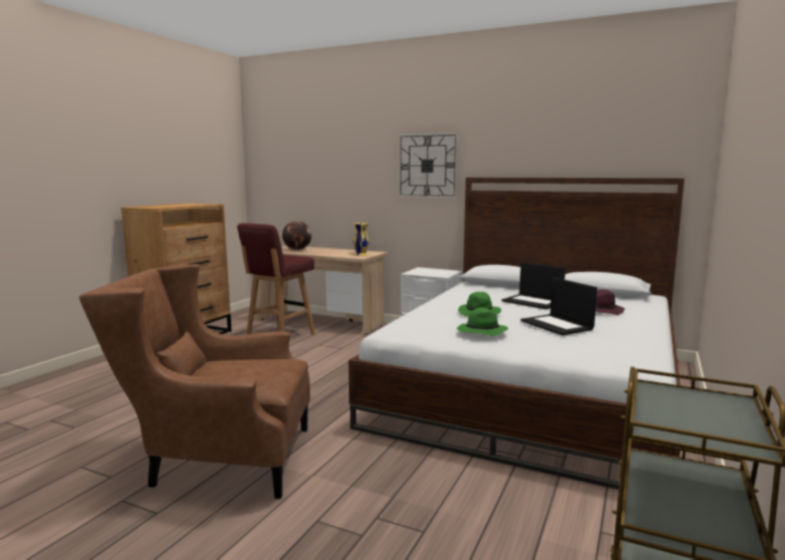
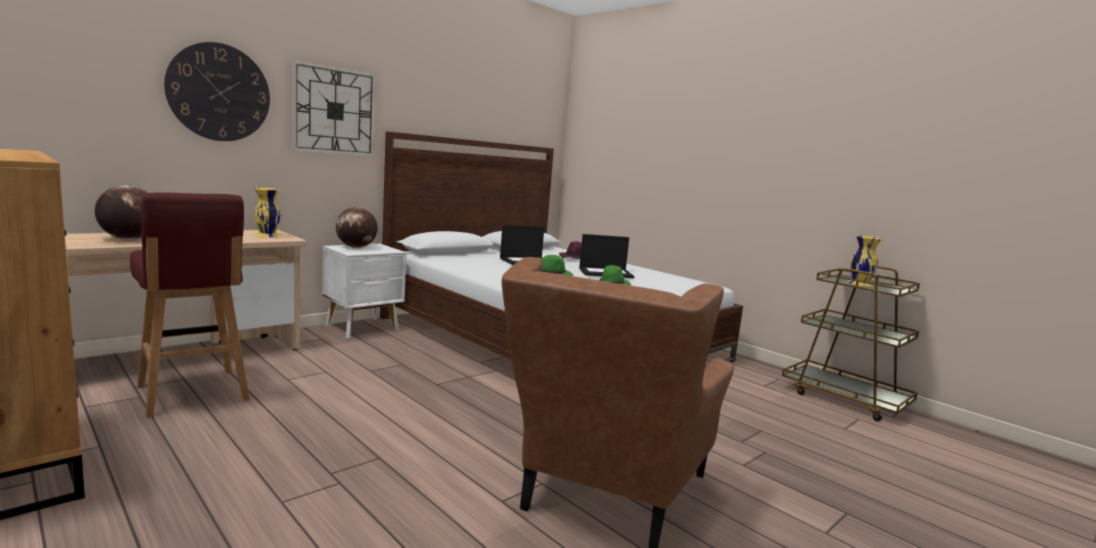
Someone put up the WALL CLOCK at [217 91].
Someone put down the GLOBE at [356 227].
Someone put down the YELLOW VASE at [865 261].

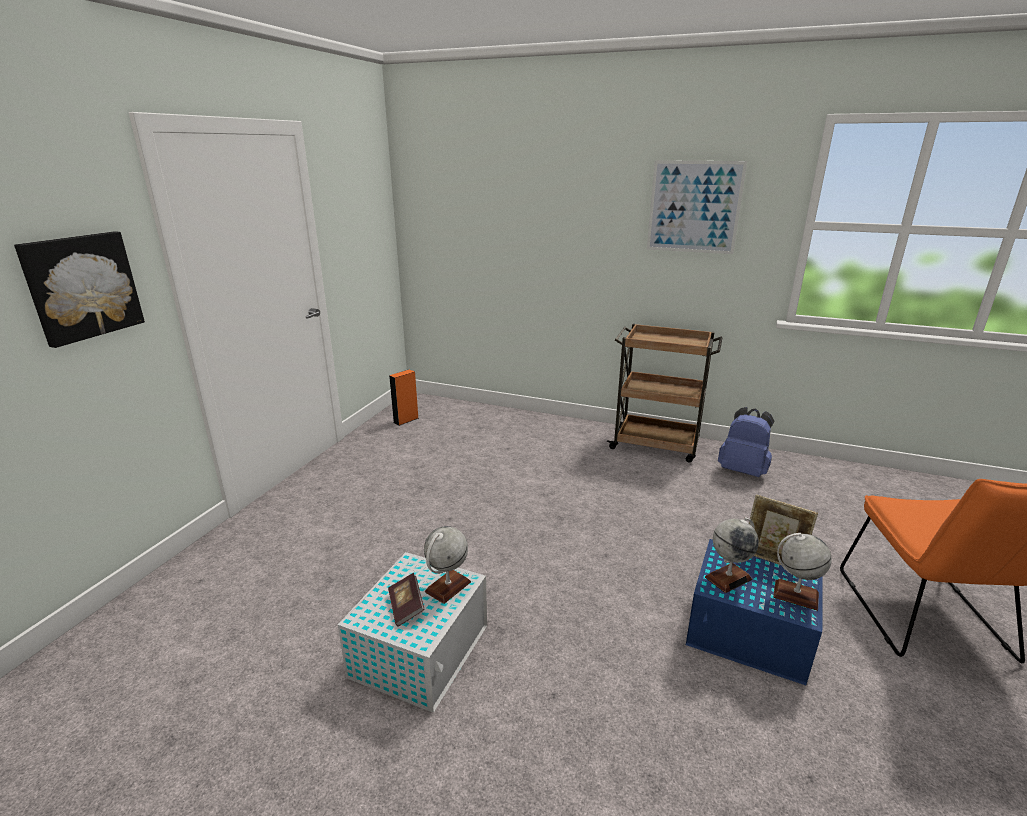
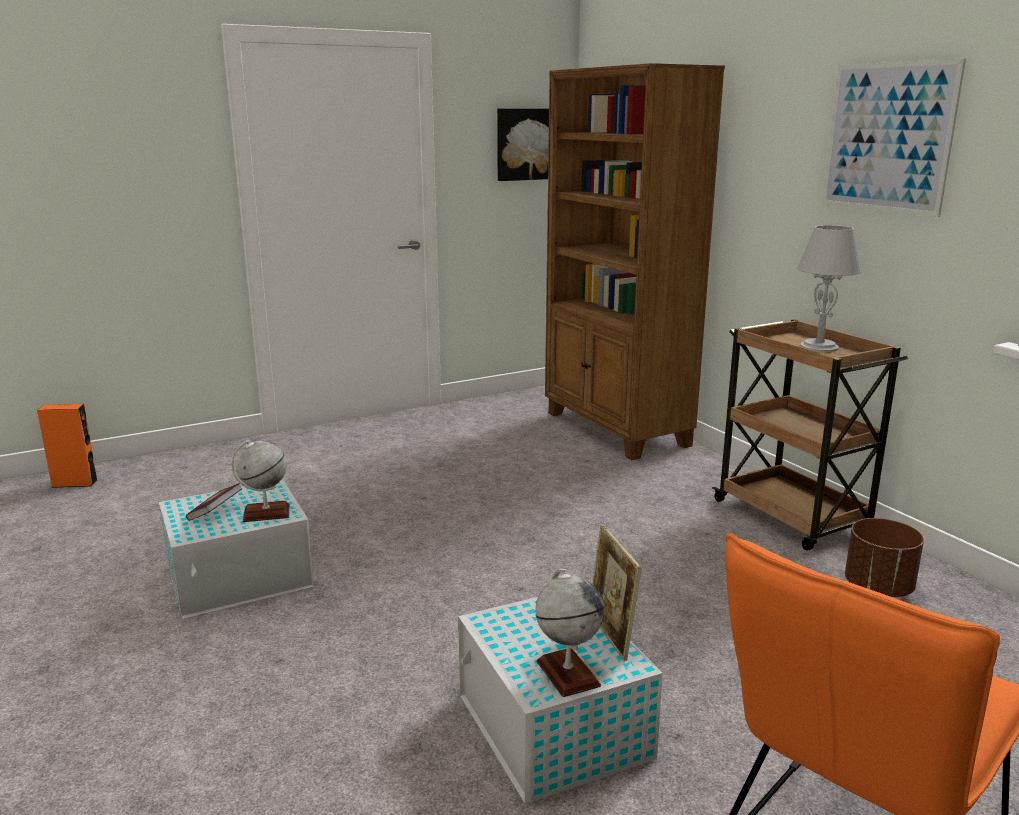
Someone carried the ORANGE SPEAKER from [404 397] to [67 446].
Someone repainted the BLUE STORAGE BOX at [754 612], which became the WHITE STORAGE BOX at [560 700].
Someone carried the PICTURE from [79 289] to [523 145].
Someone put down the BROWN BOOKCASE at [635 261].
Someone put down the GREY TABLE LAMP at [829 288].
Someone swapped the BLUE BACKPACK at [746 442] for the BROWN PLANTER at [884 557].
Someone took away the GLOBE at [732 555].

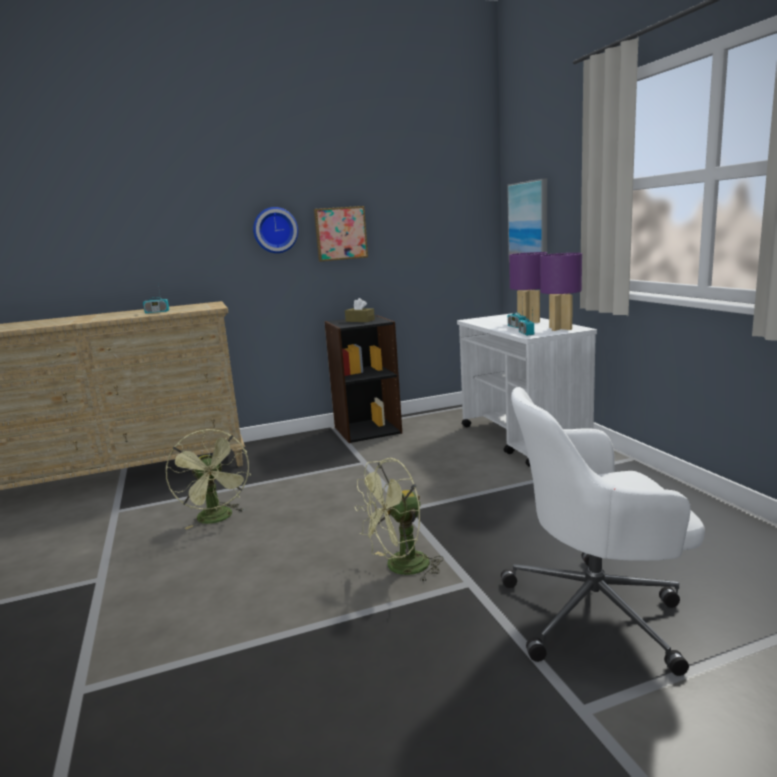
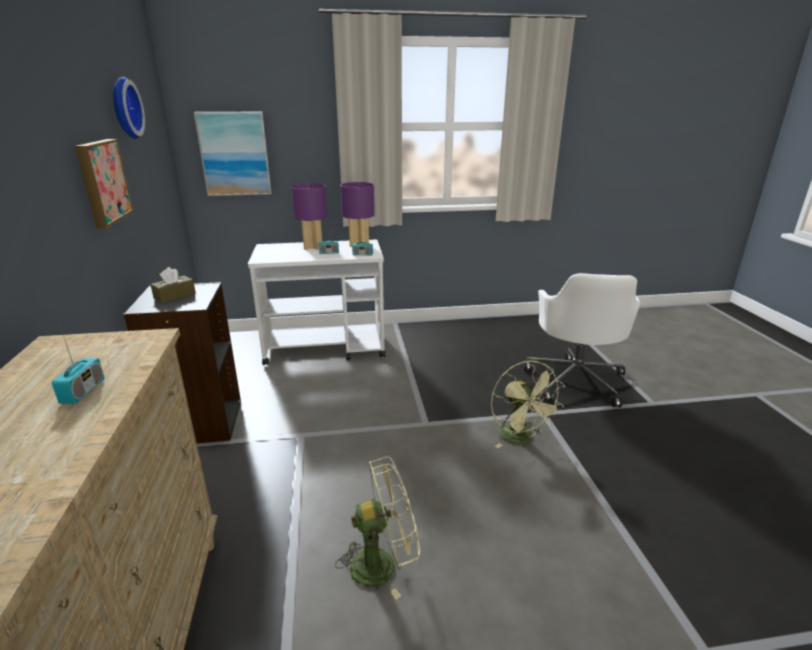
Someone carried the WALL CLOCK from [275 230] to [129 108].

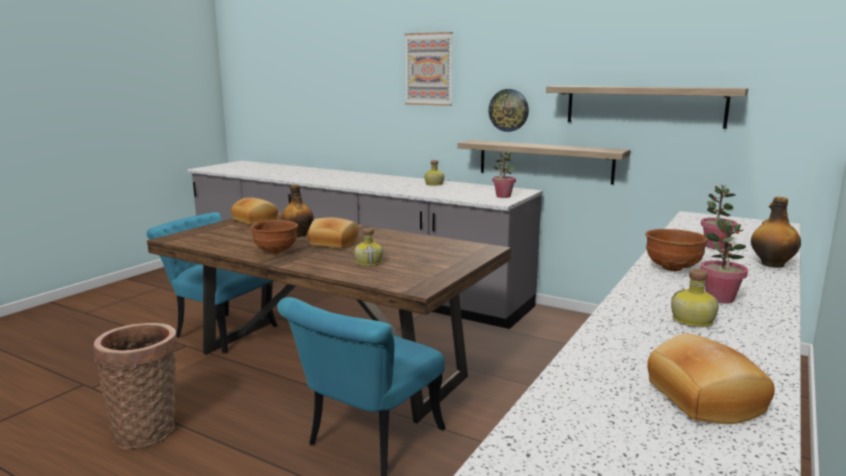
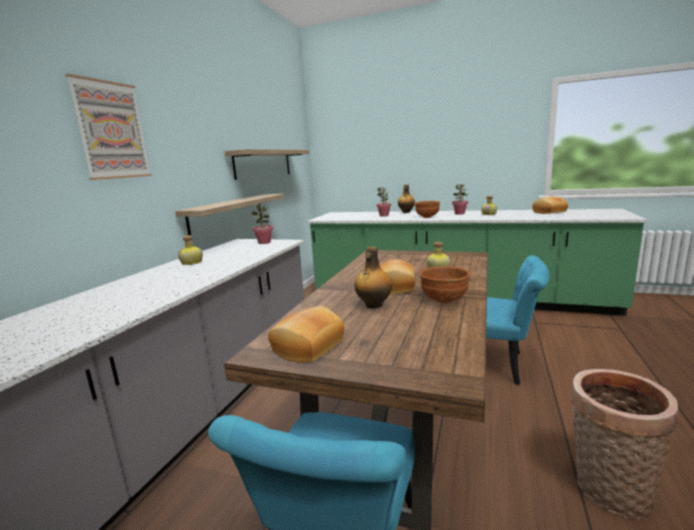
Someone took away the WALL CLOCK at [508 110].

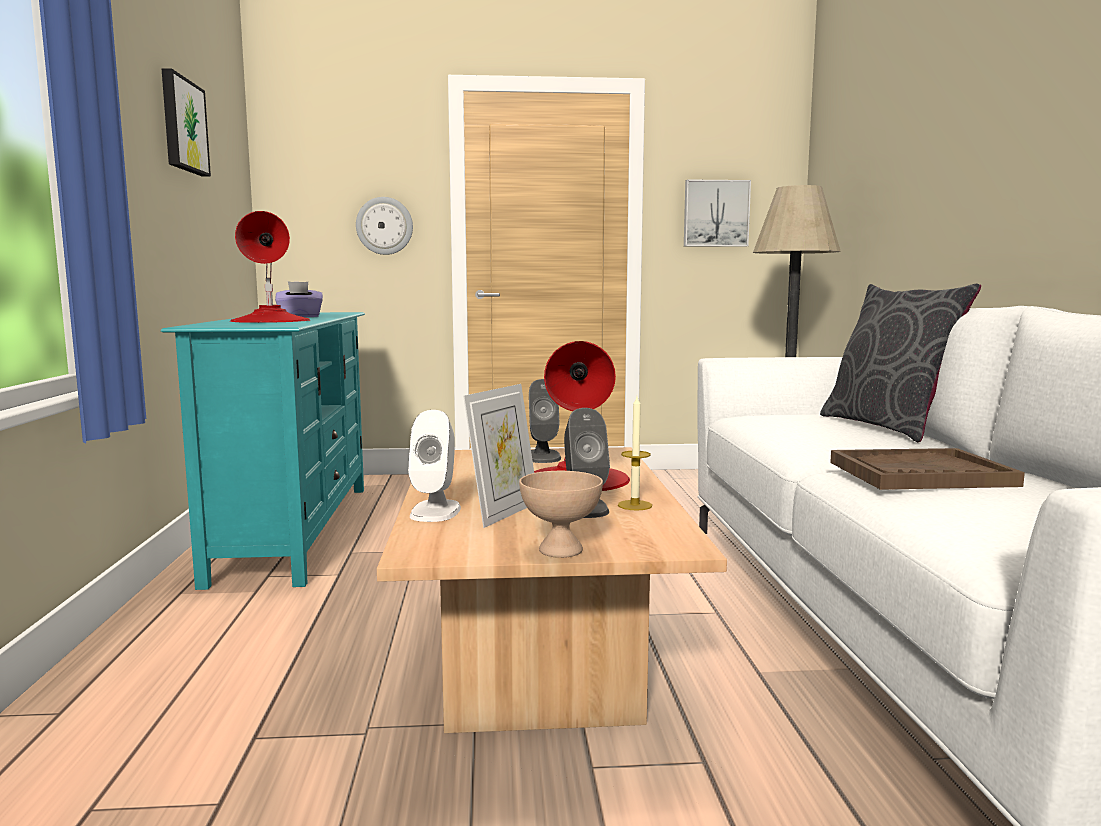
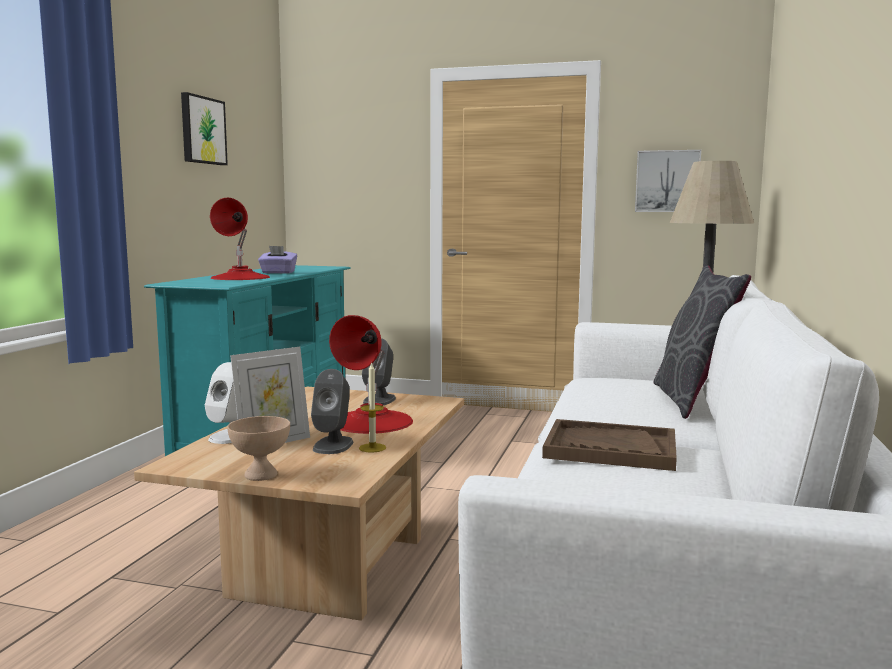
Someone took away the WALL CLOCK at [384 226].

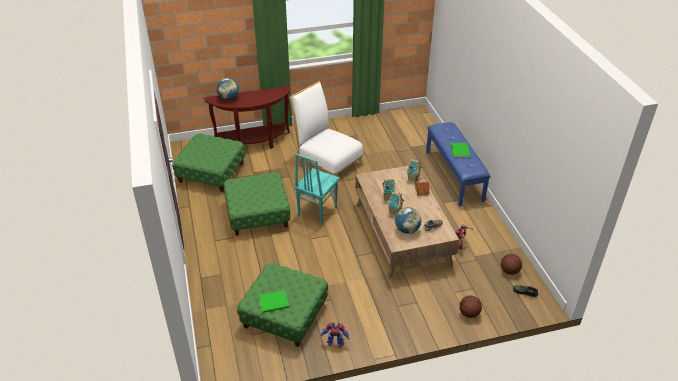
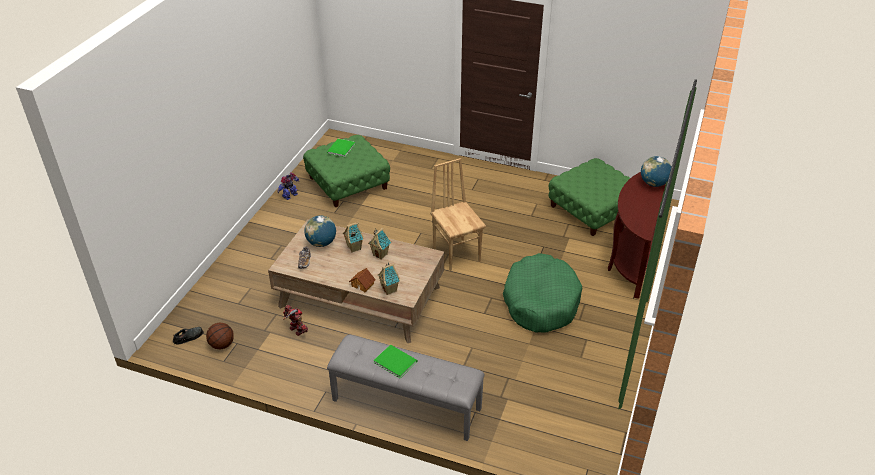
Someone repainted the BLUE BENCH at [458 164], which became the GREY BENCH at [406 388].
Someone repainted the TURQUOISE CHAIR at [317 189], which became the BROWN CHAIR at [458 214].
Someone swapped the WHITE CHAIR at [326 128] for the GREEN DOG BED at [542 293].
Someone took away the GREEN OTTOMAN at [256 204].
Someone took away the BASKETBALL at [470 306].

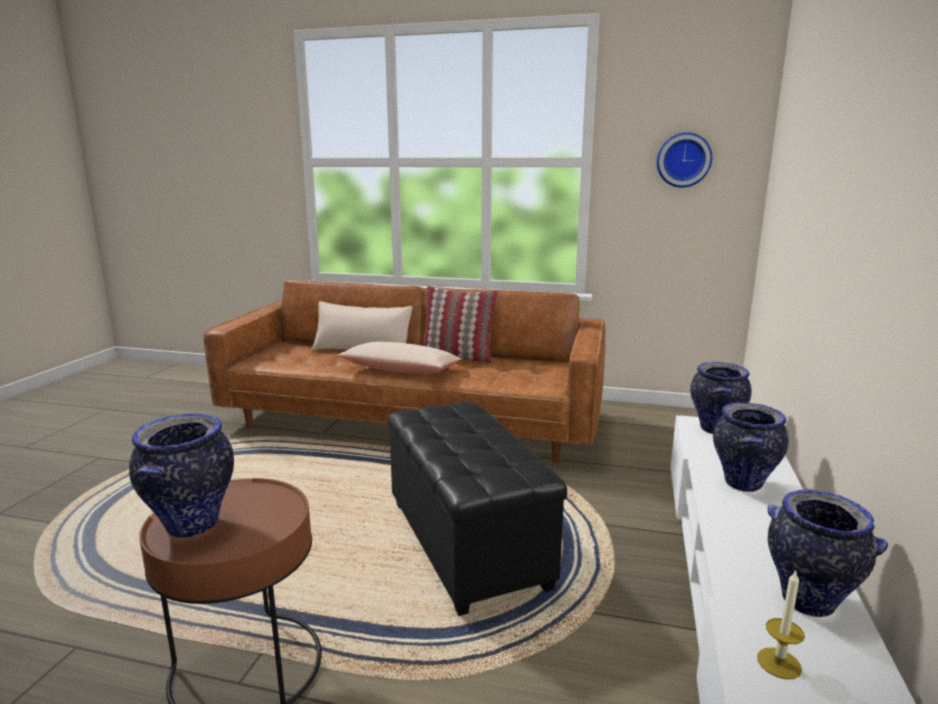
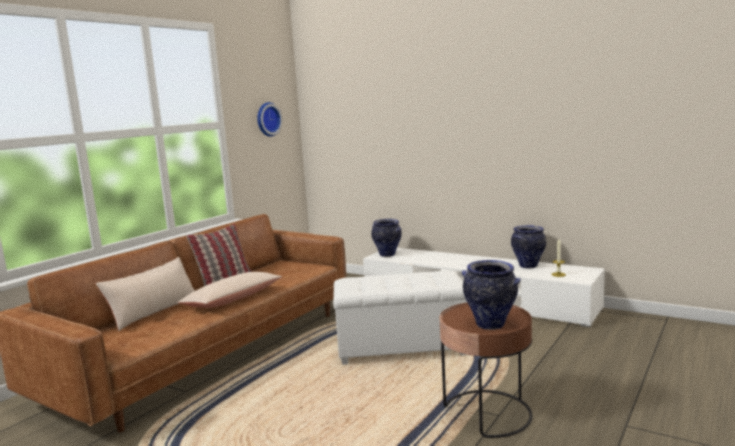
Someone repainted the BLACK OTTOMAN at [477 508], which became the WHITE OTTOMAN at [400 317].
Someone took away the VASE at [750 447].

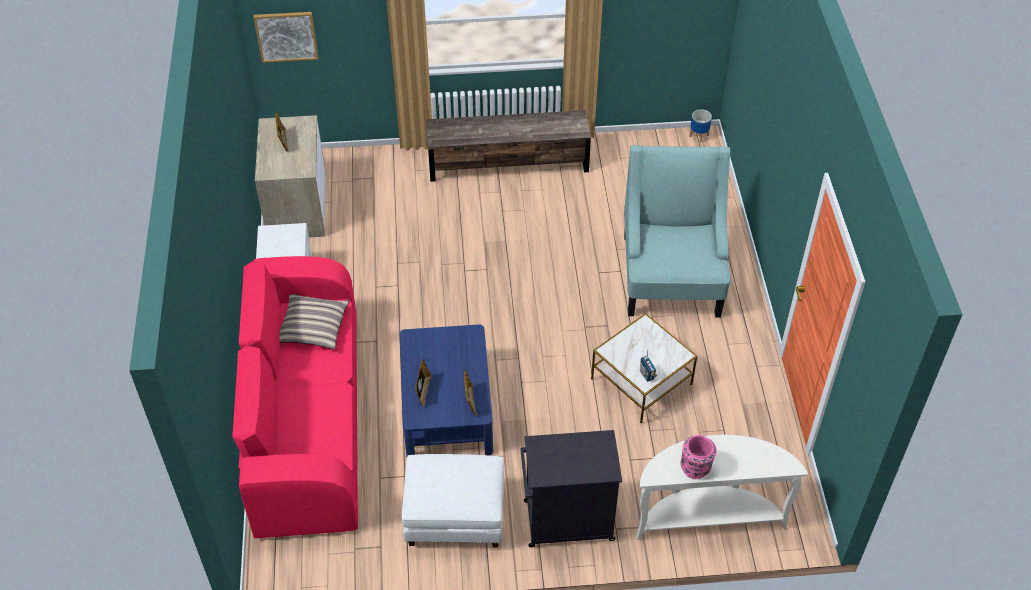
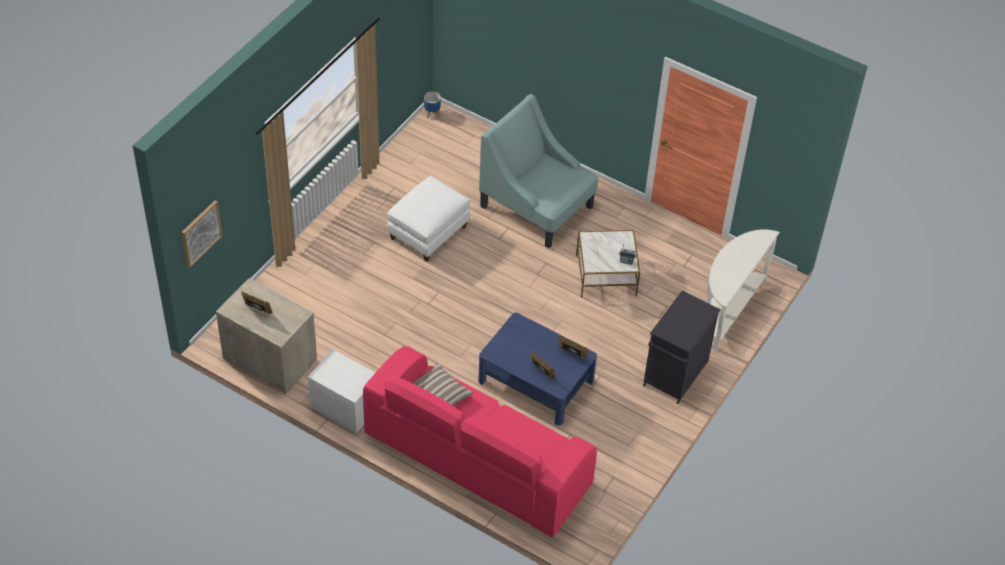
Someone carried the WHITE OTTOMAN from [453 501] to [428 219].
Someone took away the BROWN TV STAND at [508 146].
Someone took away the PINK VASE at [698 457].

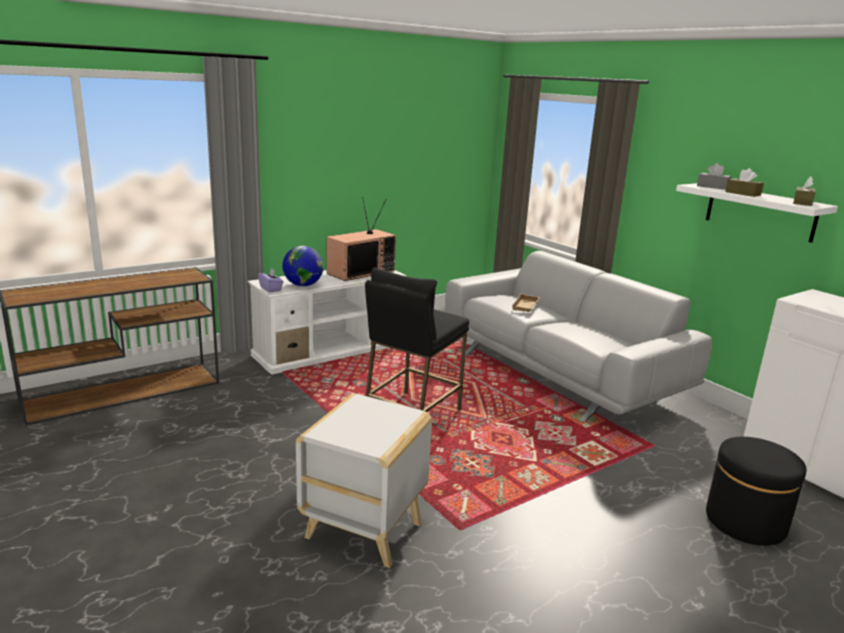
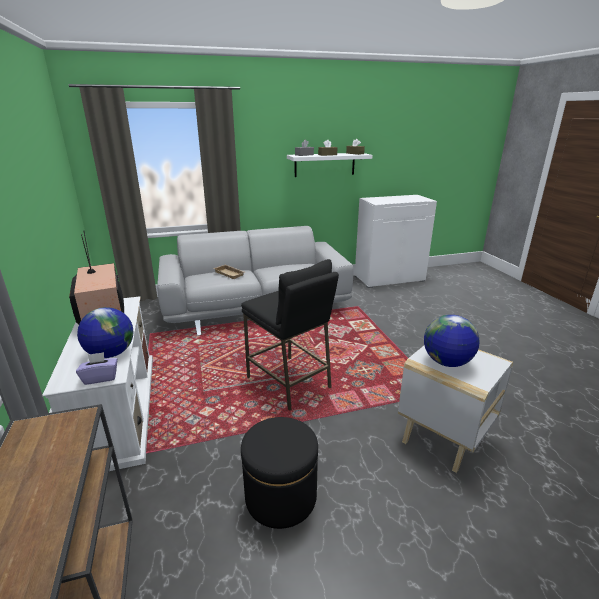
Someone carried the BLACK OTTOMAN from [756 491] to [279 473].
Someone put down the GLOBE at [452 341].

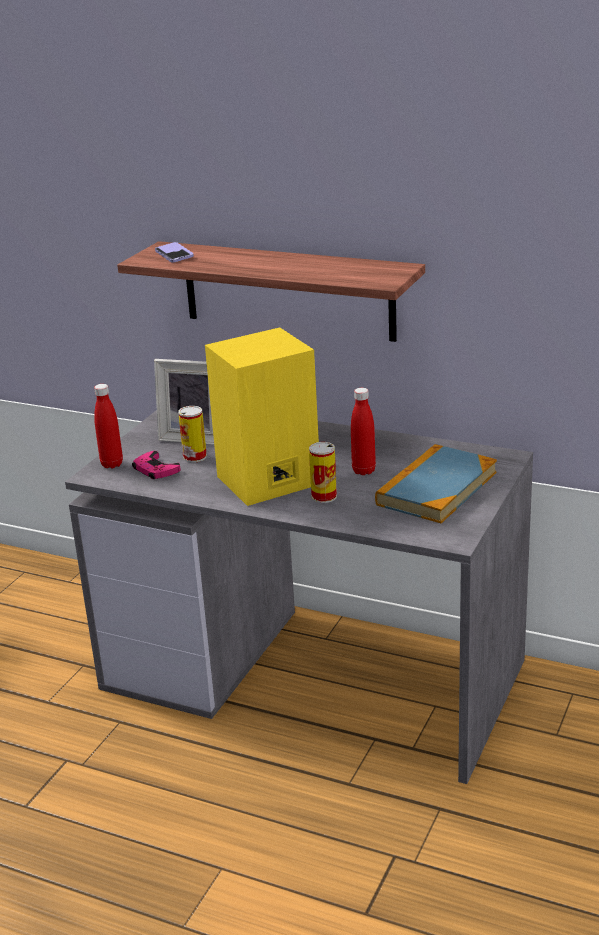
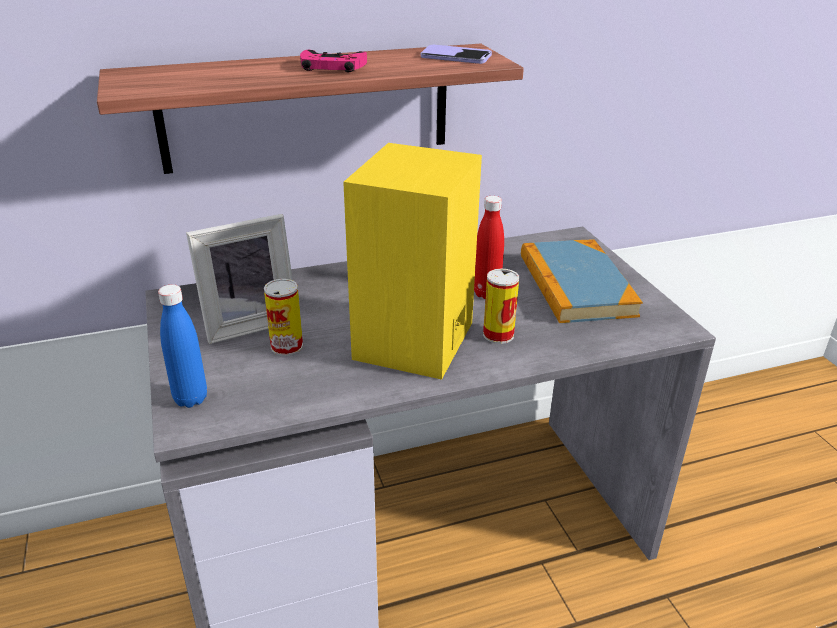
Someone repainted the RED BOTTLE at [108 426], which became the BLUE BOTTLE at [182 346].
Someone carried the PINK GAME CONTROLLER from [156 465] to [333 61].
Someone carried the PHONE from [174 252] to [456 54].

